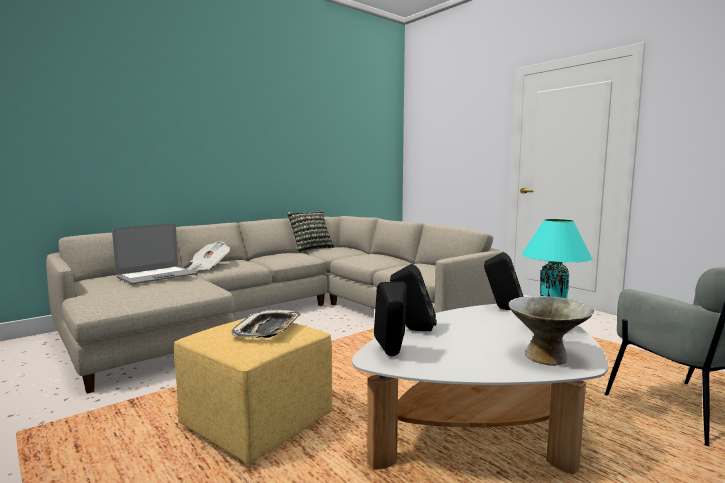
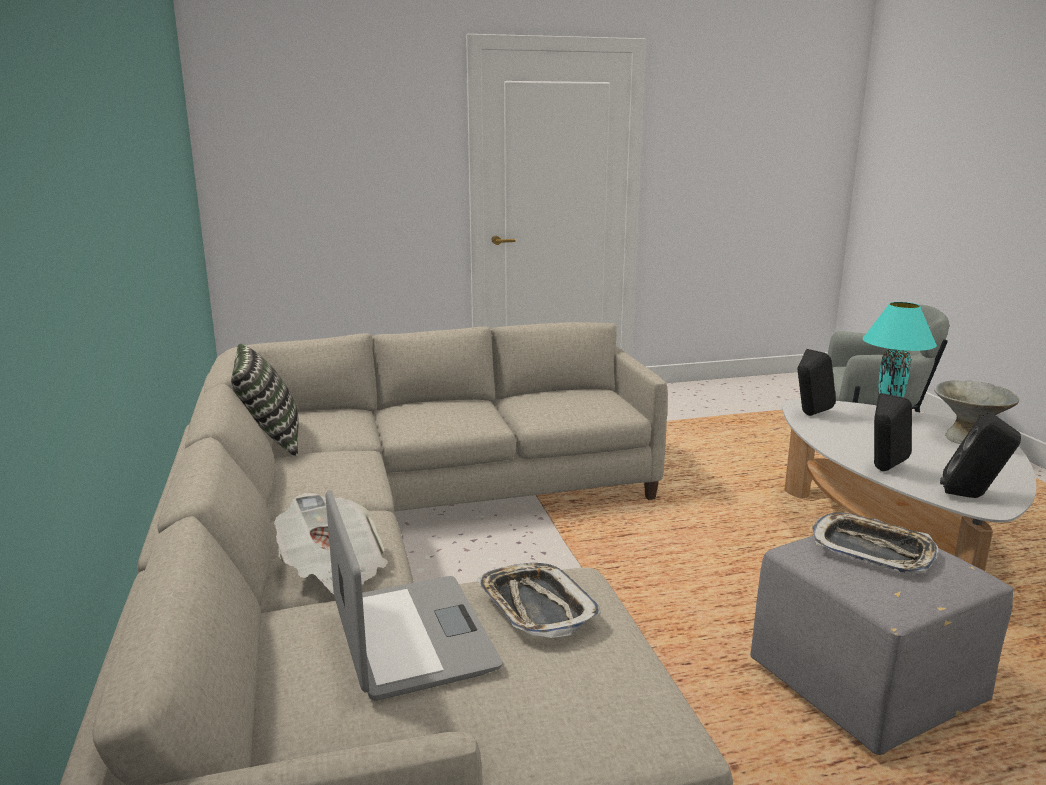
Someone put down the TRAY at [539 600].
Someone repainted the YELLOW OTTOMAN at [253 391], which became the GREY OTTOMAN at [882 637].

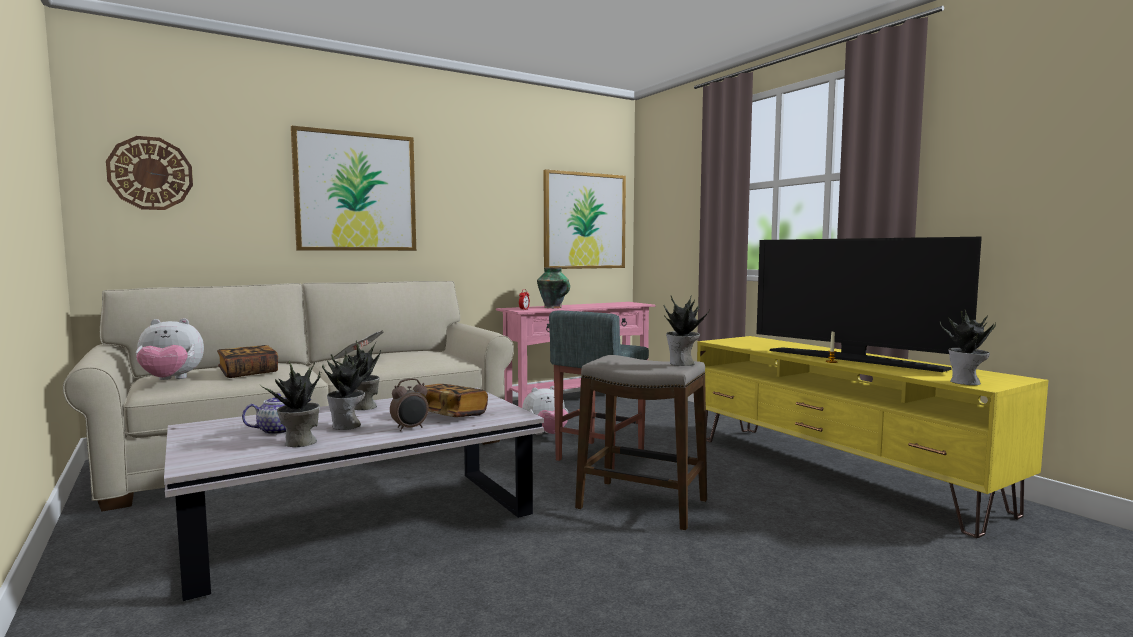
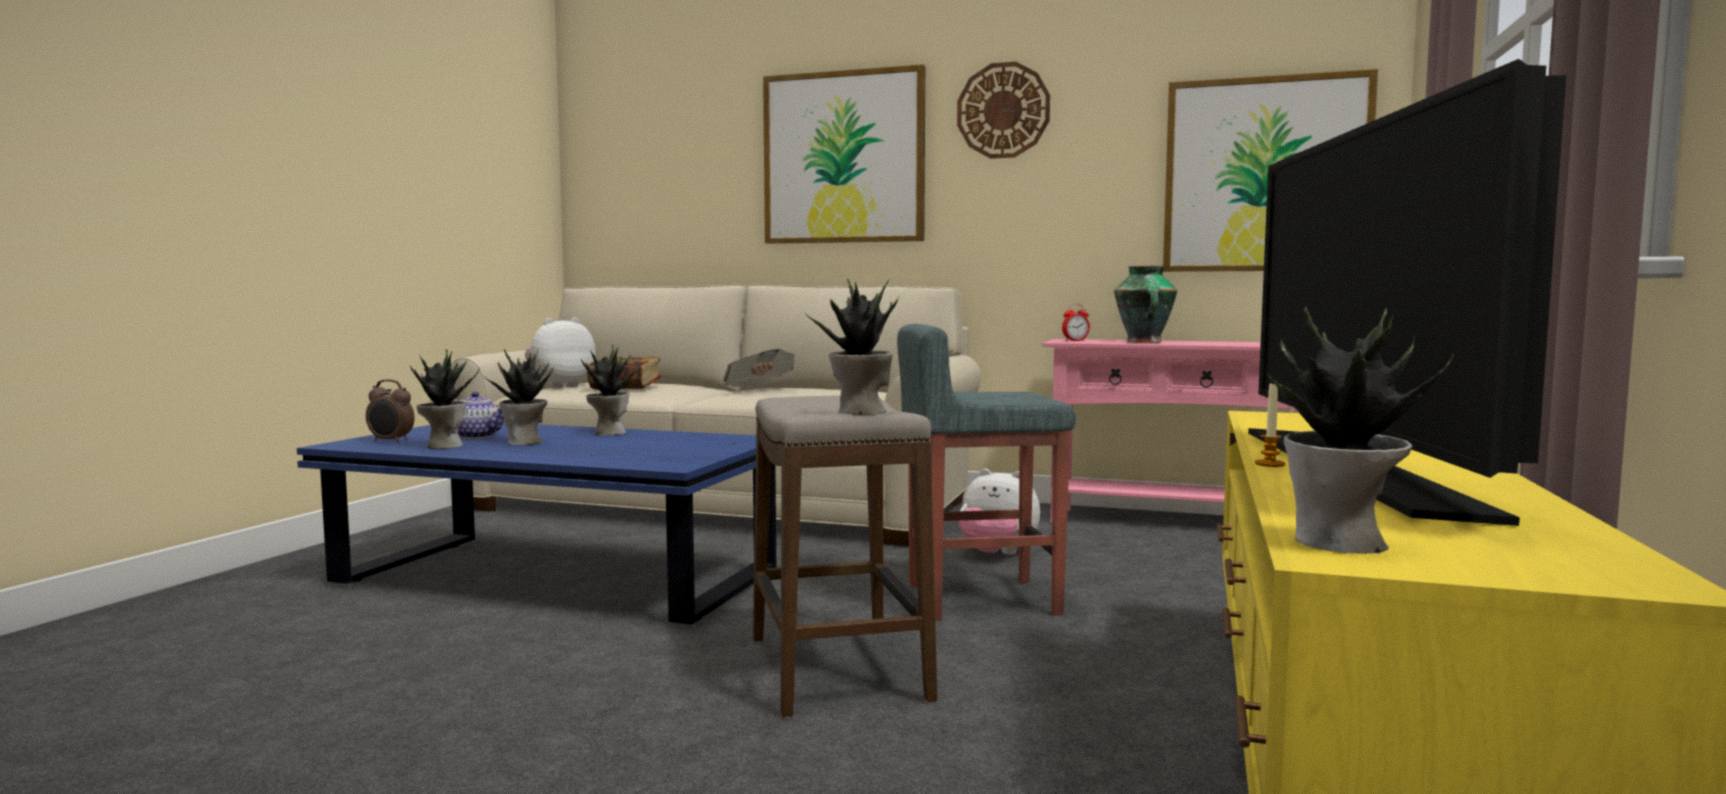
Someone repainted the WHITE COFFEE TABLE at [354 494], which became the BLUE COFFEE TABLE at [536 524].
Someone carried the ALARM CLOCK from [409 404] to [390 411].
Someone rotated the PLUSH TOY at [169 349] by 105 degrees clockwise.
Someone carried the WALL CLOCK from [149 173] to [1003 110].
Someone took away the BOOK at [451 400].

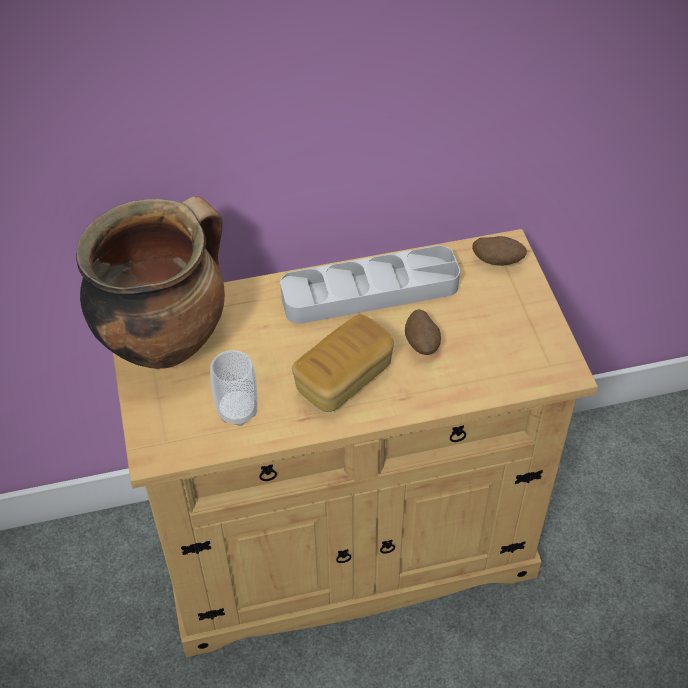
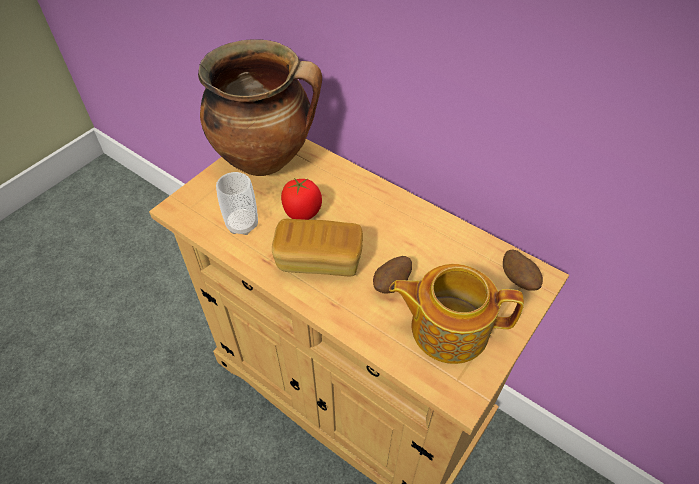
Someone put down the TOMATO at [301 199].
Someone put down the TEAPOT at [456 314].
Someone took away the GREY TRAY at [370 284].

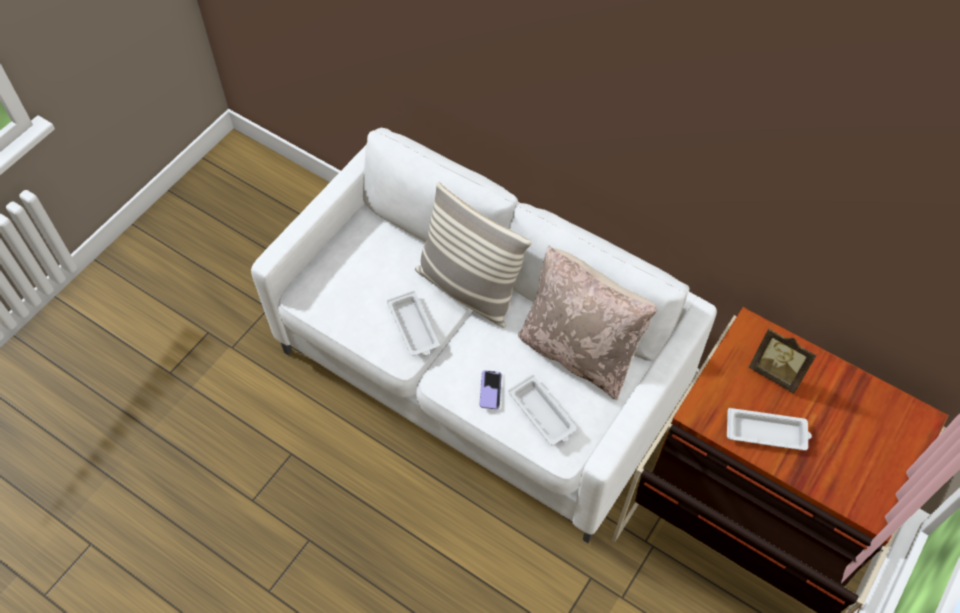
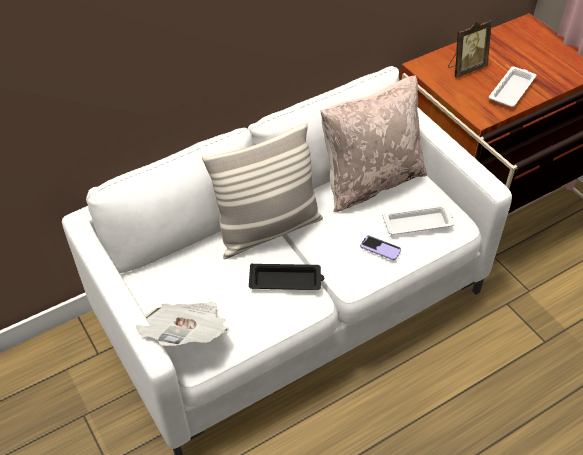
Someone put down the NEWSPAPER at [181 324].
Someone repainted the WHITE TRAY at [413 323], which became the BLACK TRAY at [286 276].

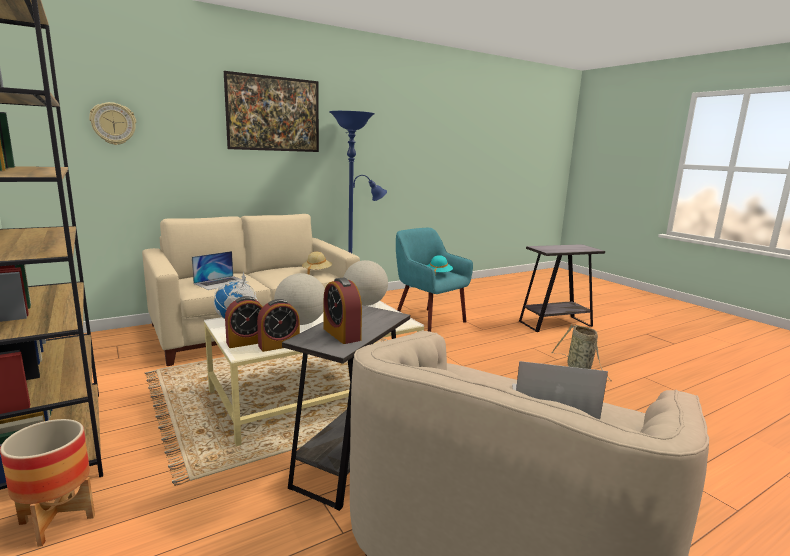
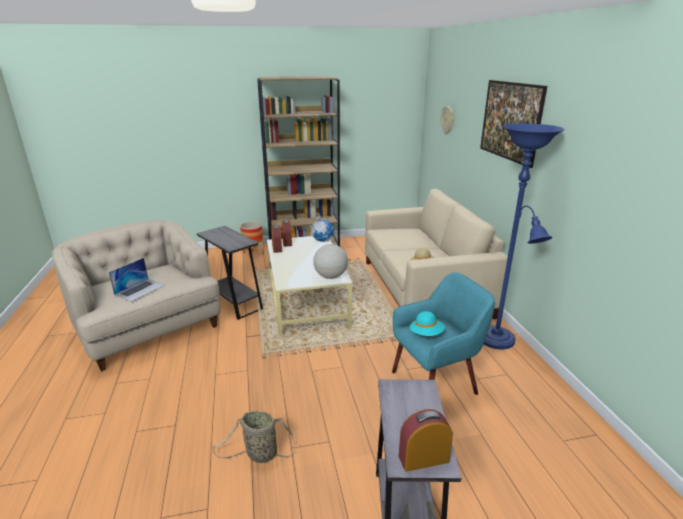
Someone carried the ALARM CLOCK from [343 311] to [426 440].
Someone took away the LAPTOP at [220 270].
Someone took away the GLOBE at [299 299].

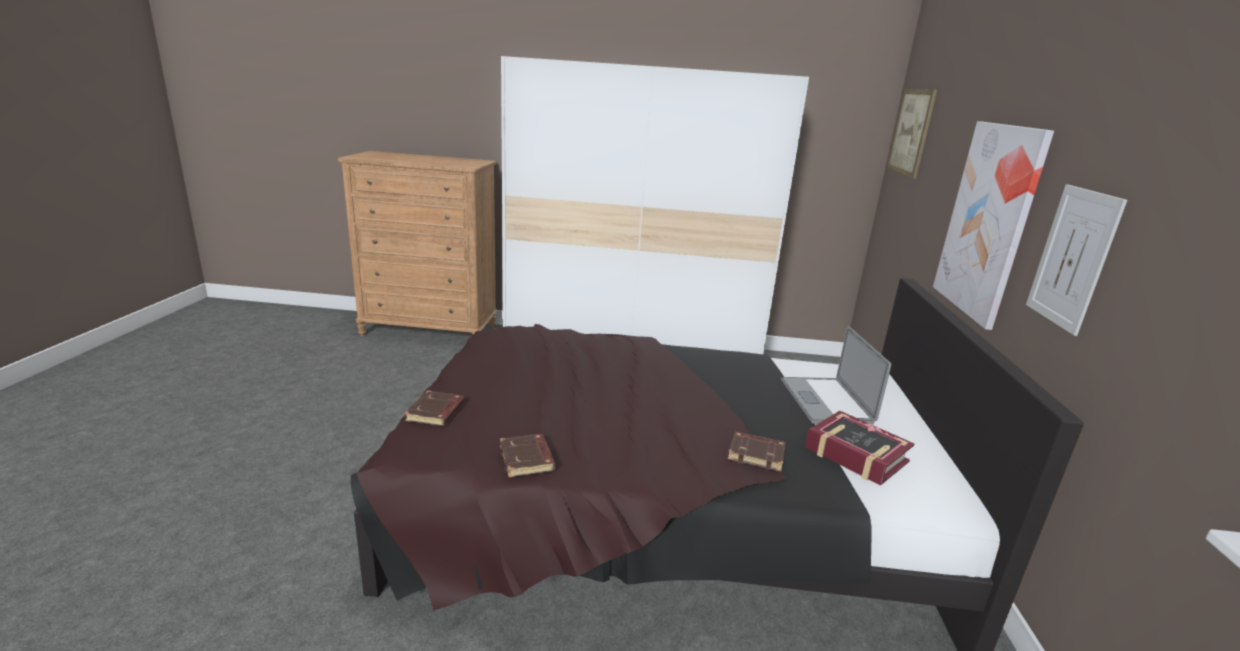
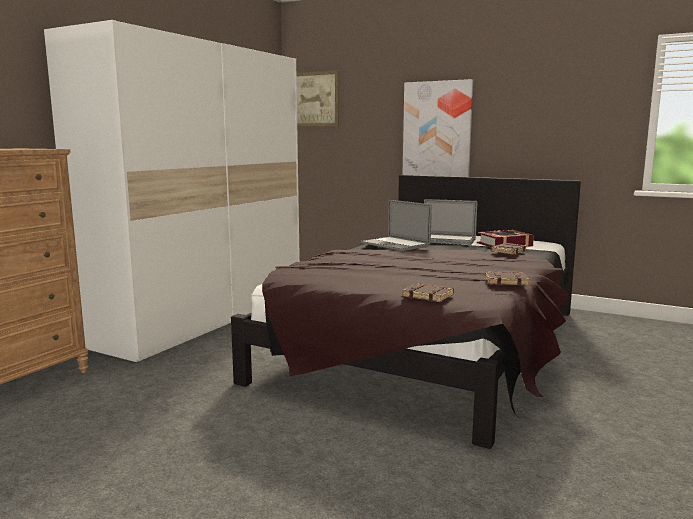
Someone put down the LAPTOP at [396 225].
Someone took away the PICTURE at [1076 260].

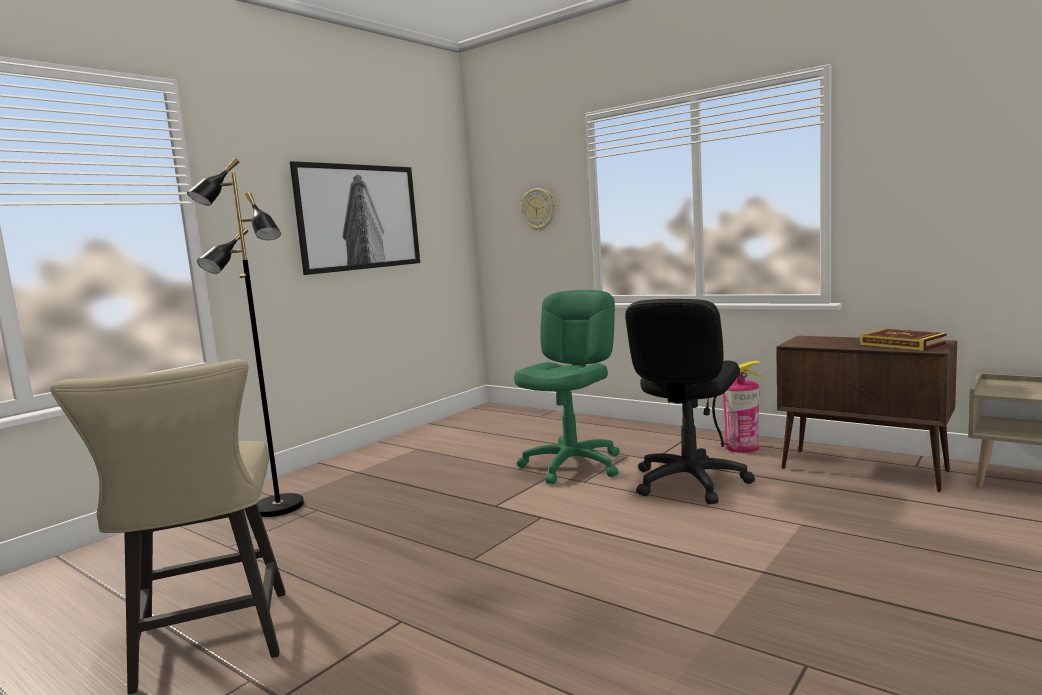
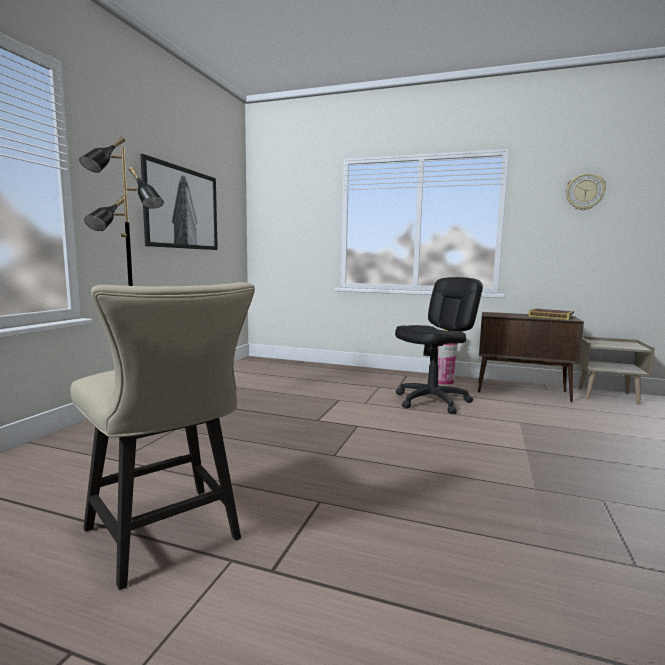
Someone rotated the BLACK OFFICE CHAIR at [690 401] by 135 degrees counterclockwise.
Someone carried the WALL CLOCK from [538 209] to [586 192].
Someone took away the GREEN OFFICE CHAIR at [567 387].

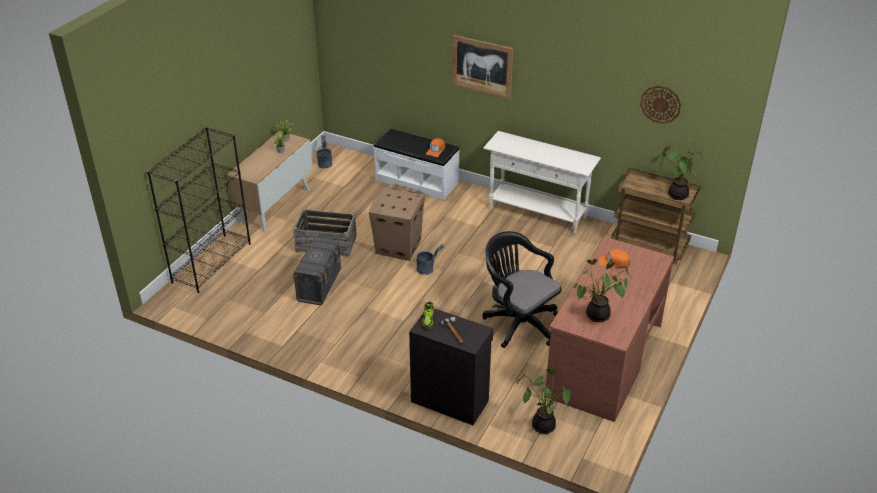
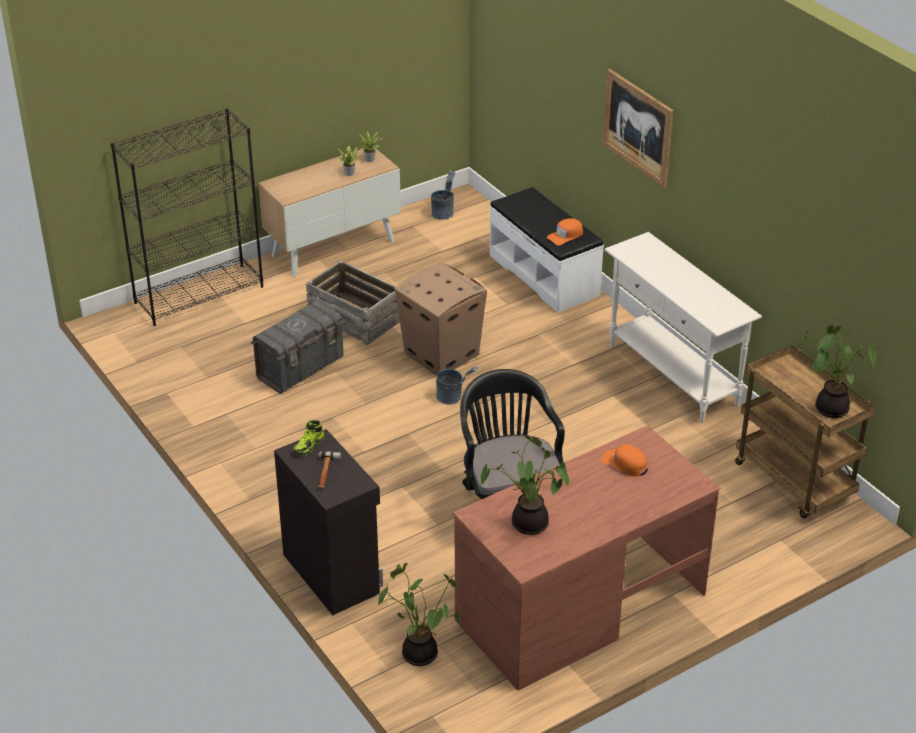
Someone took away the WALL CLOCK at [660 105].

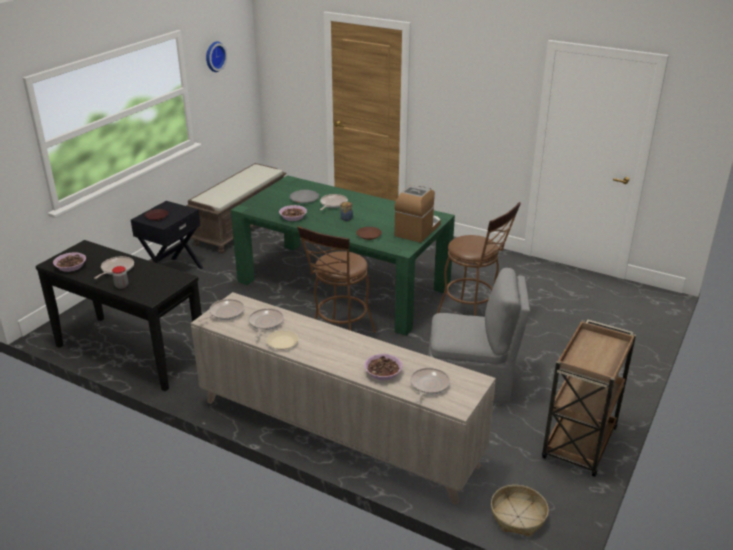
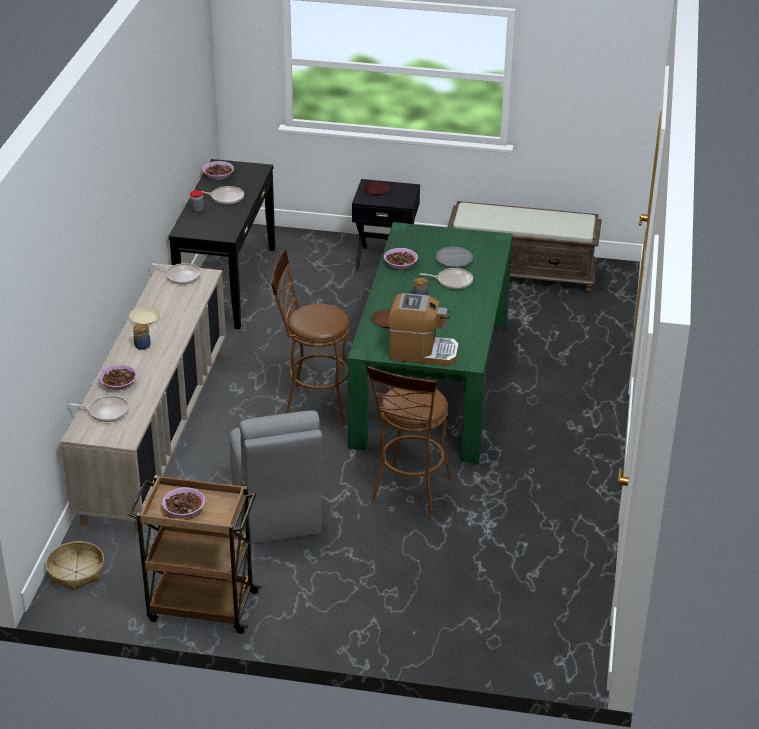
Someone put down the JAR at [142 337].
Someone put down the BOWL at [183 502].
Someone took away the WALL CLOCK at [216 56].
Someone took away the FRYING PAN at [266 323].

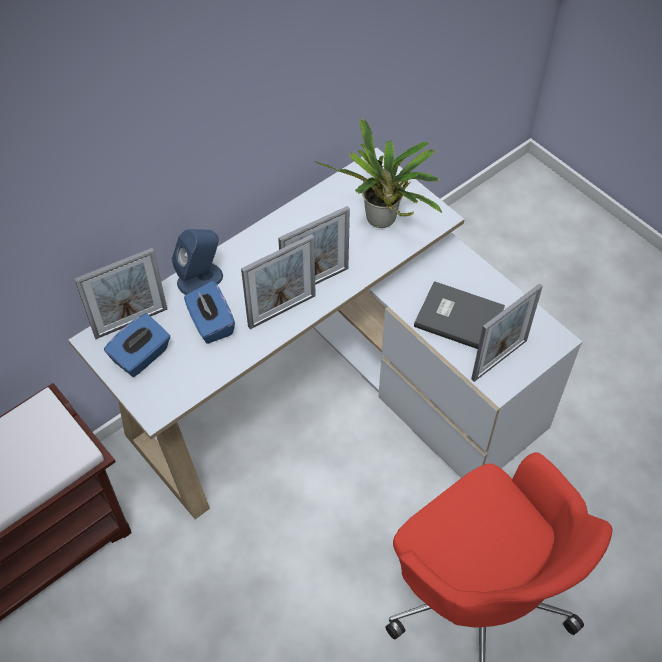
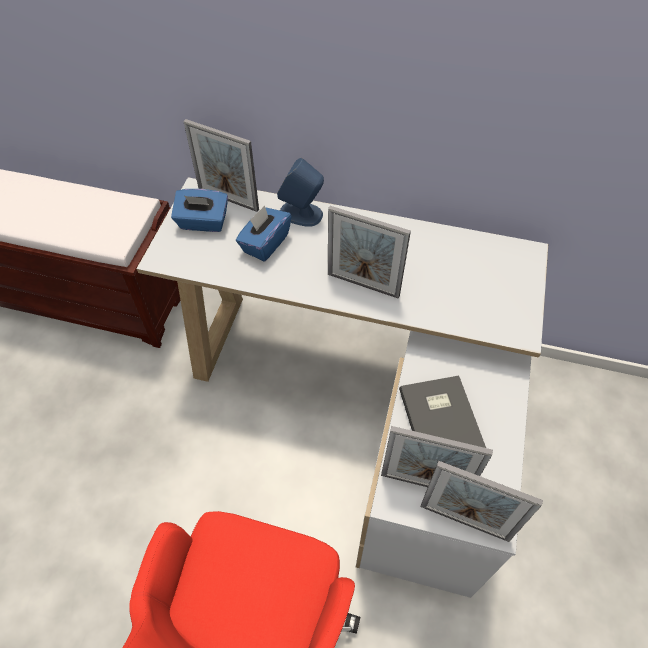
Someone carried the PICTURE FRAME from [278 281] to [481 501].
Someone took away the POTTED PLANT at [378 173].

